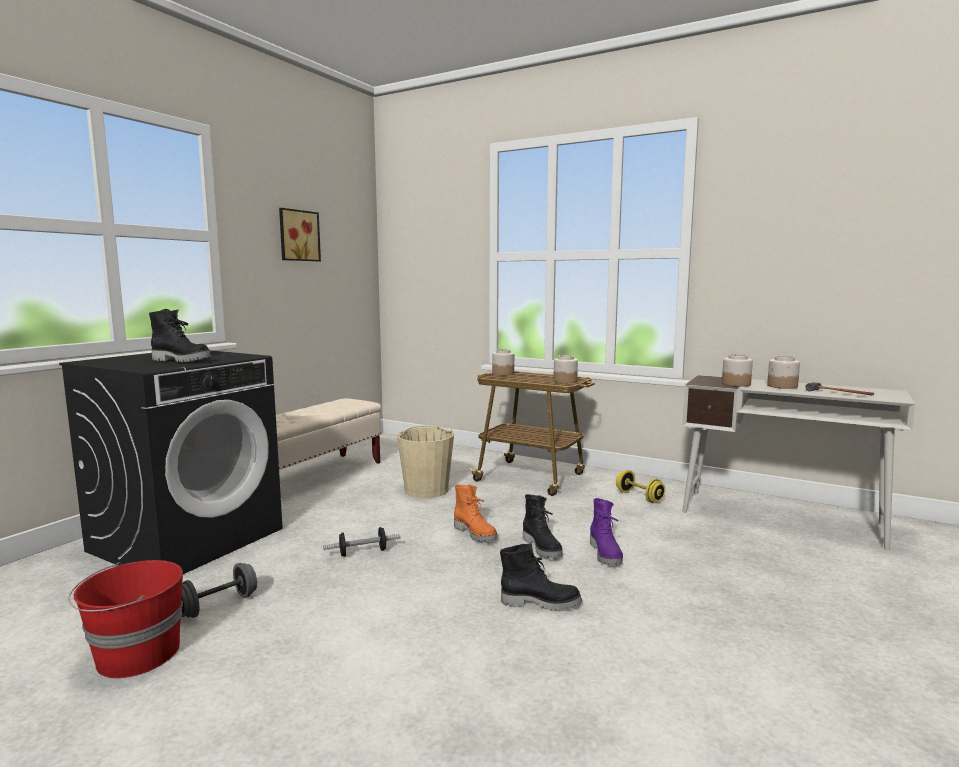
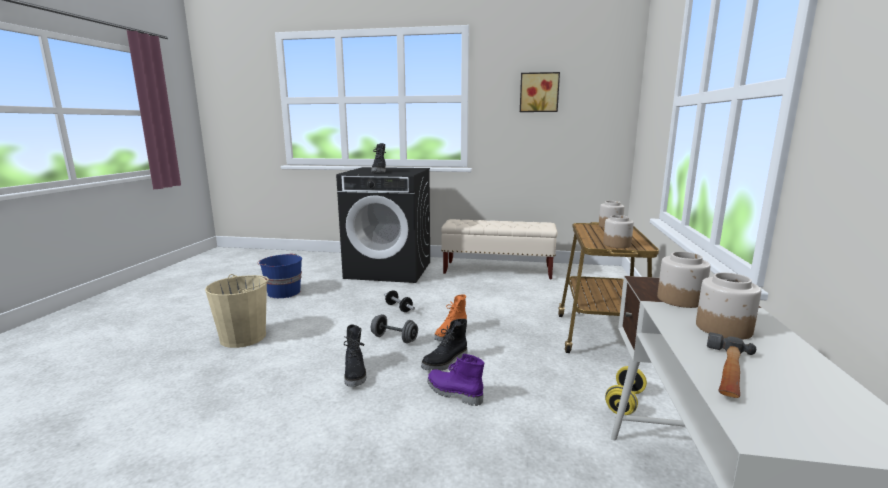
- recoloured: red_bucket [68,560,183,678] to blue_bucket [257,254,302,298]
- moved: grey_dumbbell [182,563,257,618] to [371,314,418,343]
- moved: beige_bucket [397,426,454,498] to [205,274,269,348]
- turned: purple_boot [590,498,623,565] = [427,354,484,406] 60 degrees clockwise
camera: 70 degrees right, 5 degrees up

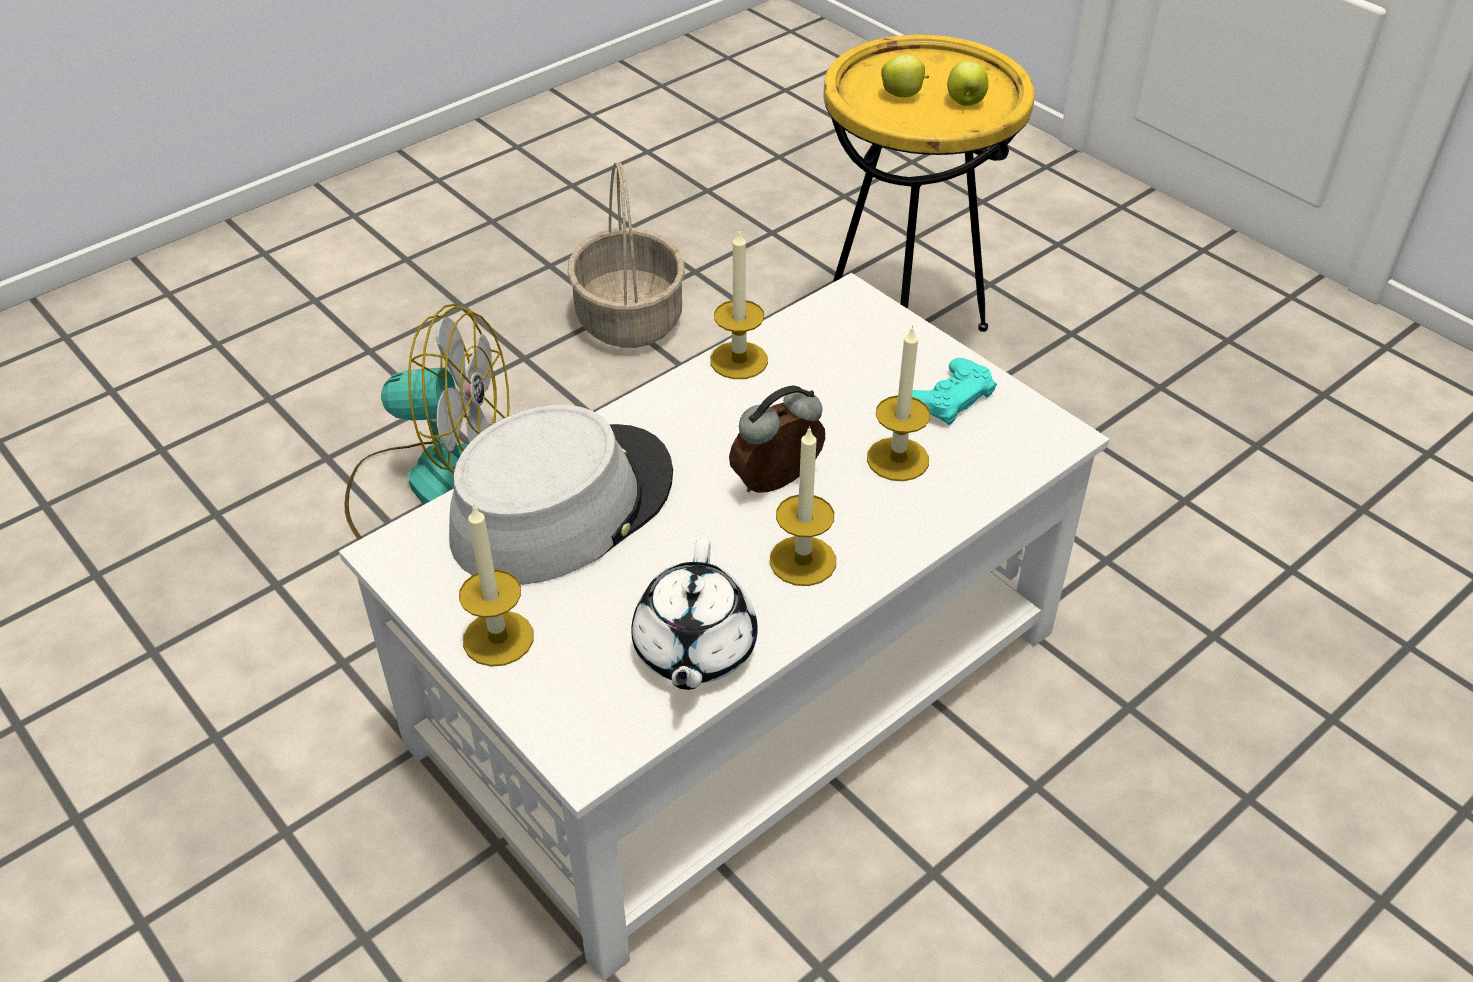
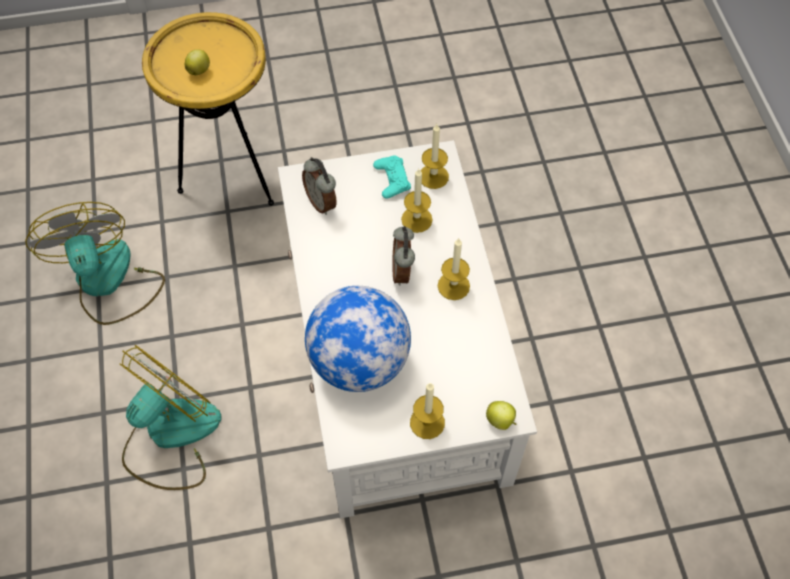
- replaced: grey_hat [449,405,673,585] to globe [305,286,411,392]
- replaced: basket [567,162,685,348] to fan [25,202,165,325]
- removed: white_teapot [631,538,758,690]
- moved: candle [710,228,768,379] to [421,124,449,189]
- moved: apple [947,62,988,106] to [486,401,516,430]
- added: alarm_clock [302,157,337,215]
camera: 60 degrees left, 15 degrees up

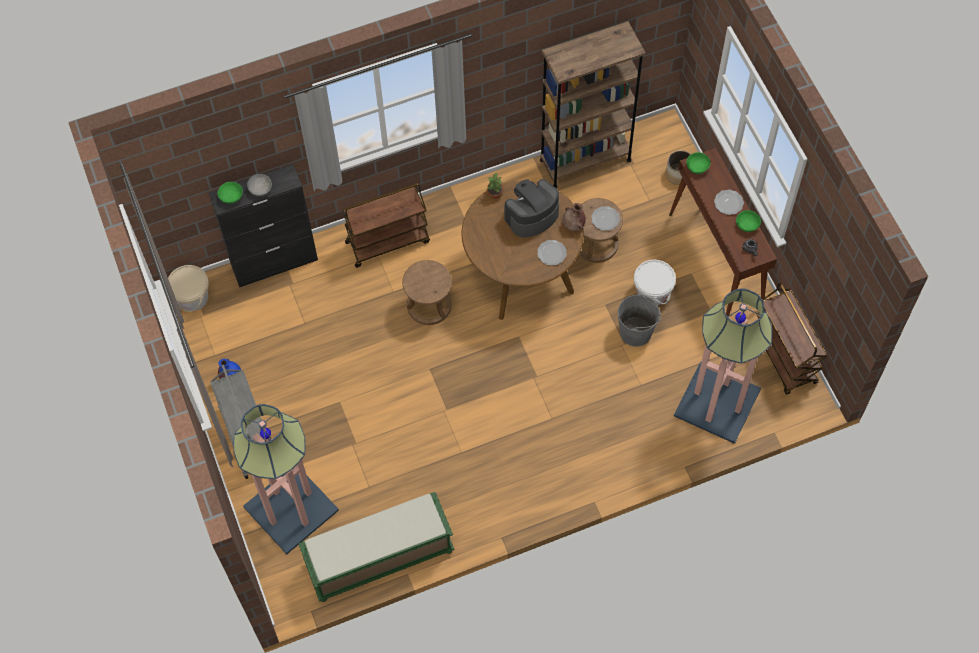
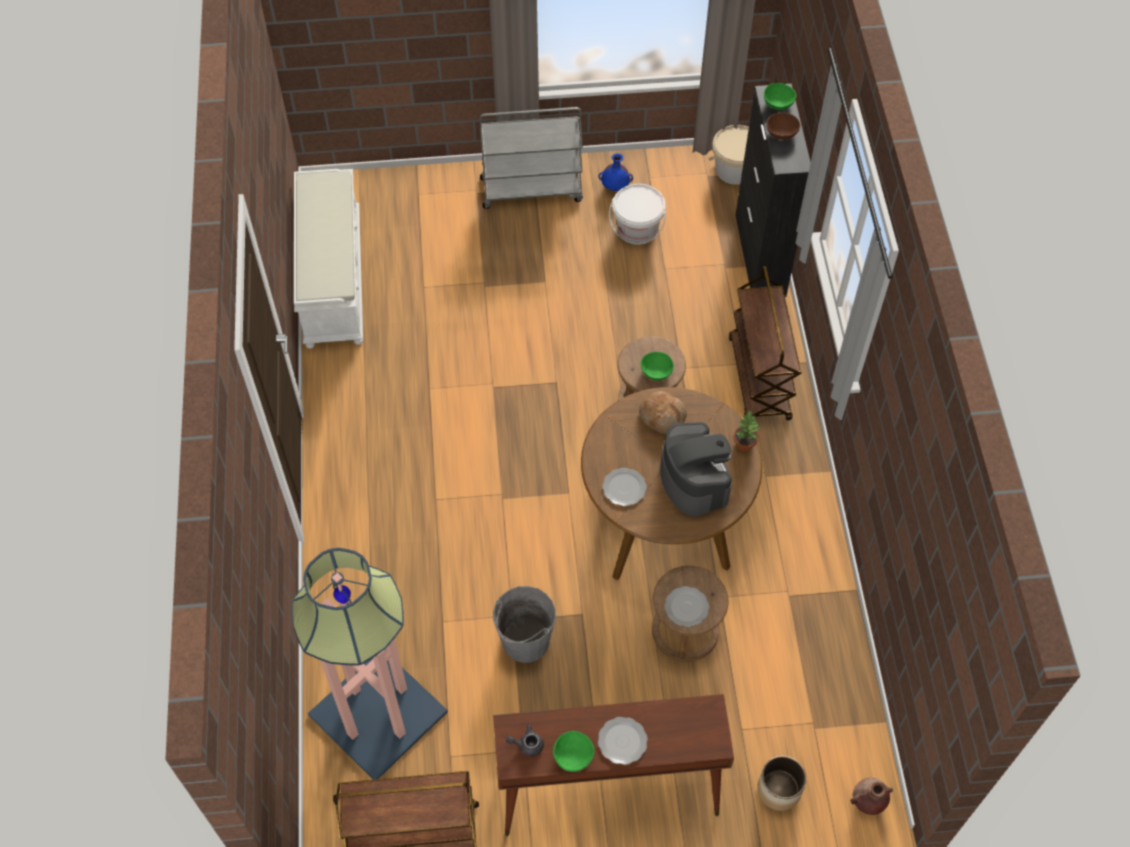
- removed: floor_lamp [233,404,339,554]
- recoloured: grey_bowl [247,174,272,196] to brown_bowl [766,112,800,140]
- recoloured: green_bench [298,492,455,602] to white_bench [294,169,363,349]
- removed: brown_bookcase [540,21,646,188]
- moved: brown_vase [562,203,586,231] to [850,777,893,815]
- moved: white_bucket [634,260,676,305] to [609,184,666,245]
- moved: green_bowl [686,152,710,174] to [641,352,674,381]
- added: bread [639,391,687,434]
camera: 105 degrees right, 5 degrees down

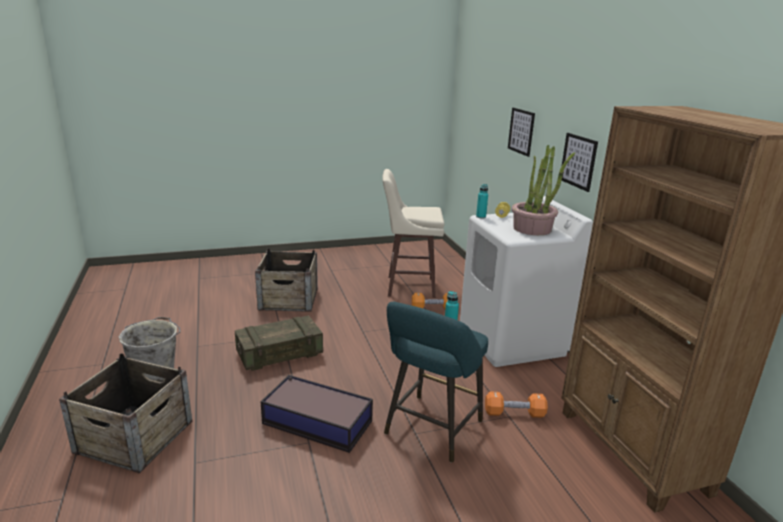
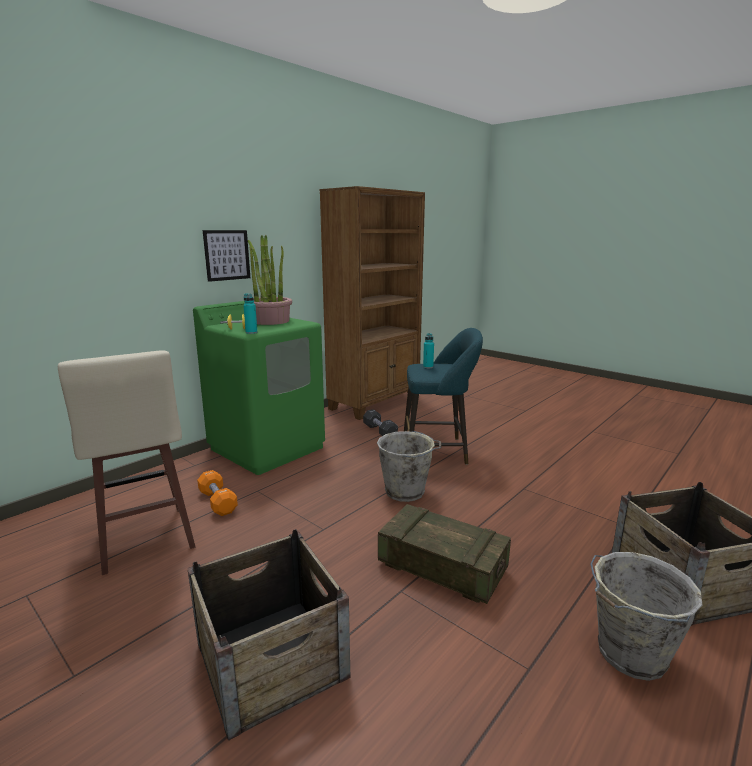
- removed: storage_box [261,375,373,453]
- recoloured: white_washing_machine [460,196,593,367] to green_washing_machine [193,301,325,475]
- recoloured: orange_dumbbell [485,392,548,418] to black_dumbbell [363,409,398,436]
- removed: picture [508,108,535,157]
- added: grey_bucket [377,431,441,502]
camera: 120 degrees left, 5 degrees down

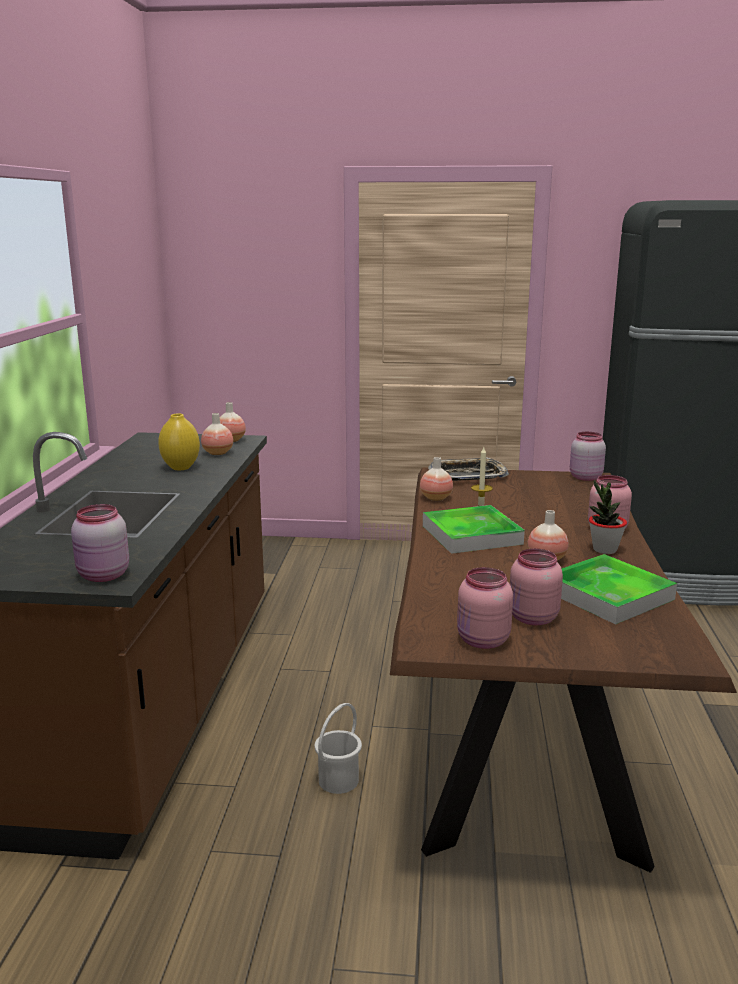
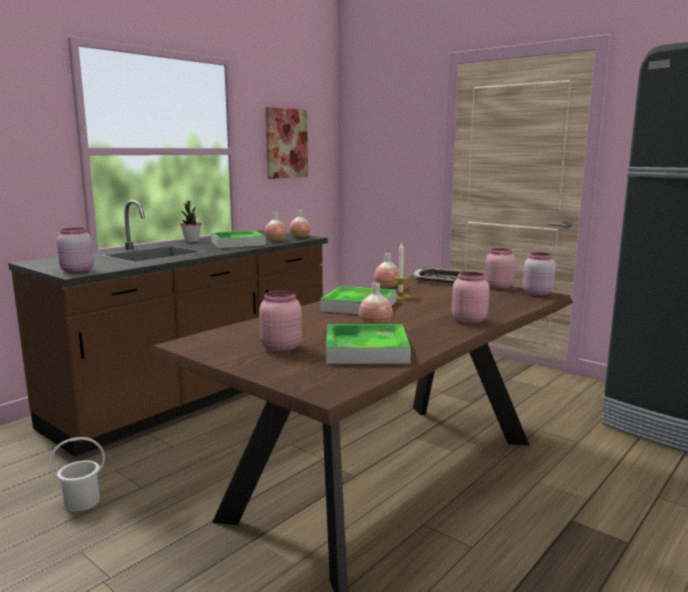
- replaced: yellow_vase [158,413,200,470] to tray [211,231,266,248]
- moved: white_bucket [315,703,362,794] to [49,437,105,512]
- moved: pink_jar [457,567,513,649] to [485,248,516,290]
- moved: potted_plant [589,480,627,554] to [180,201,202,242]
- added: picture [265,107,308,179]
camera: 35 degrees right, 5 degrees down

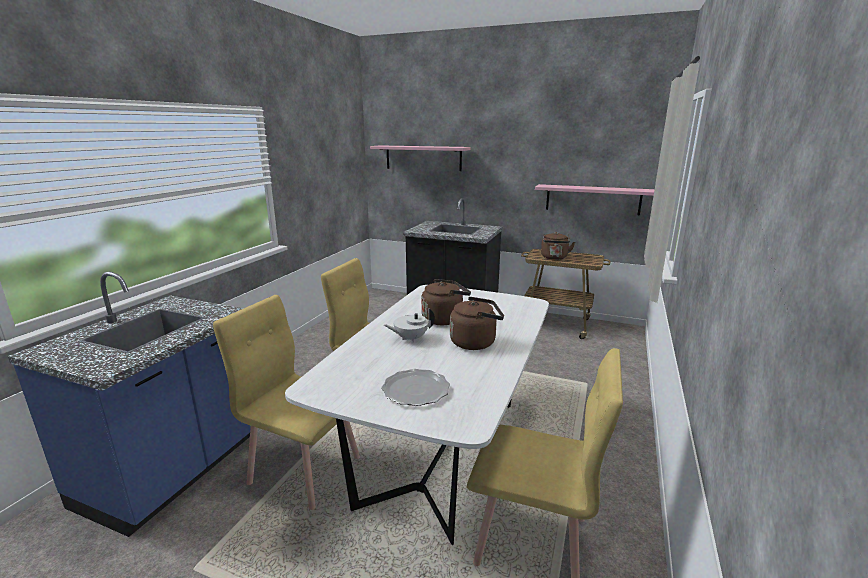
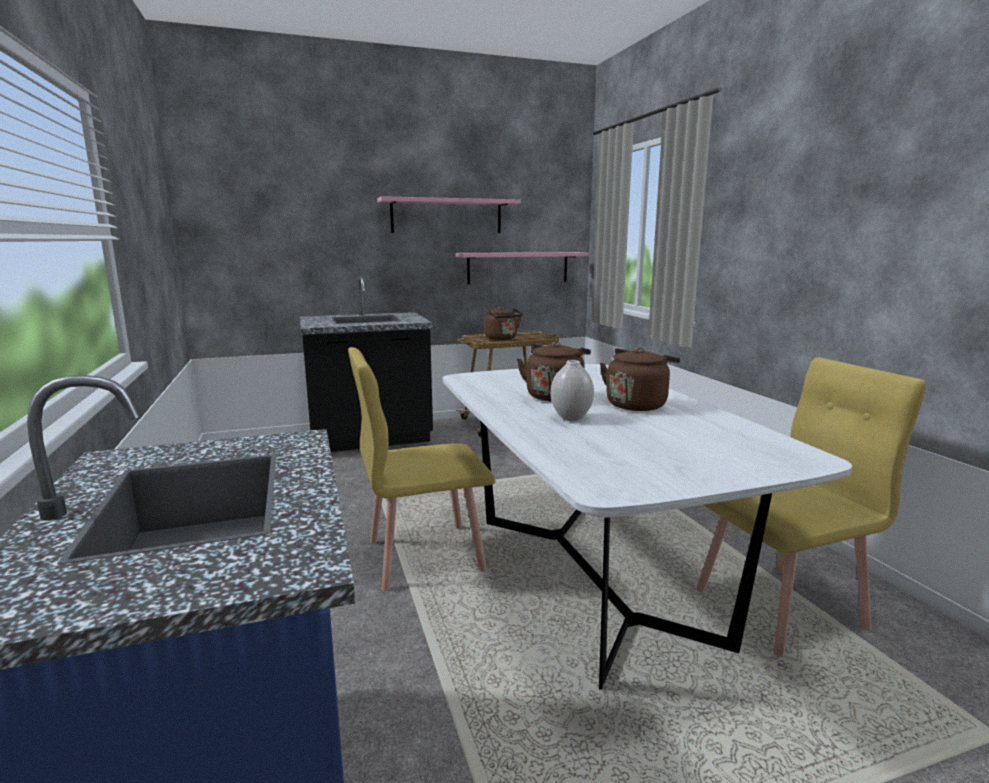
- removed: yellow_chair [213,295,360,510]
- moved: pink_shelf [370,145,470,171] to [377,196,521,233]
- removed: plate [382,369,450,406]
- replaced: white_teapot [384,309,435,342] to white_vase [551,360,594,421]
camera: 40 degrees left, 5 degrees down

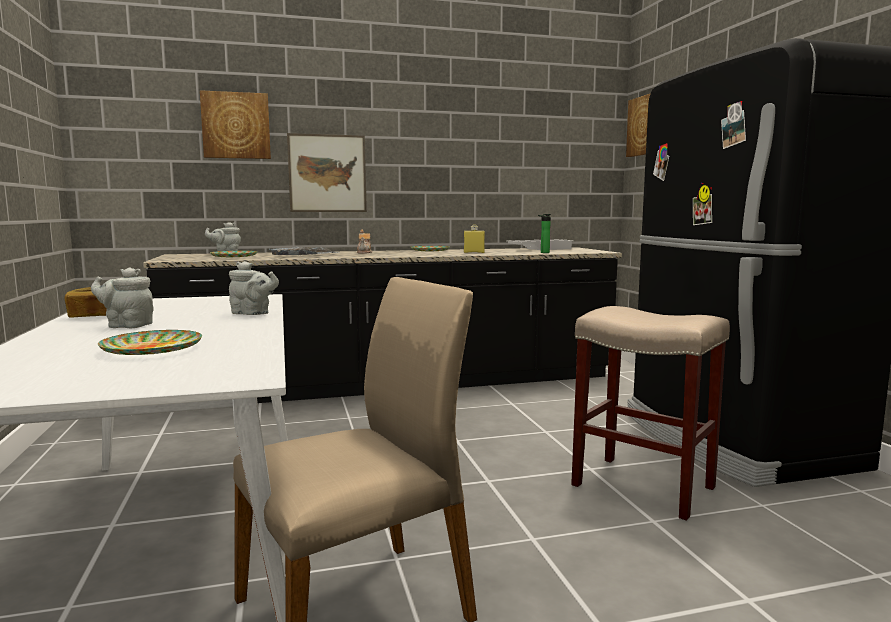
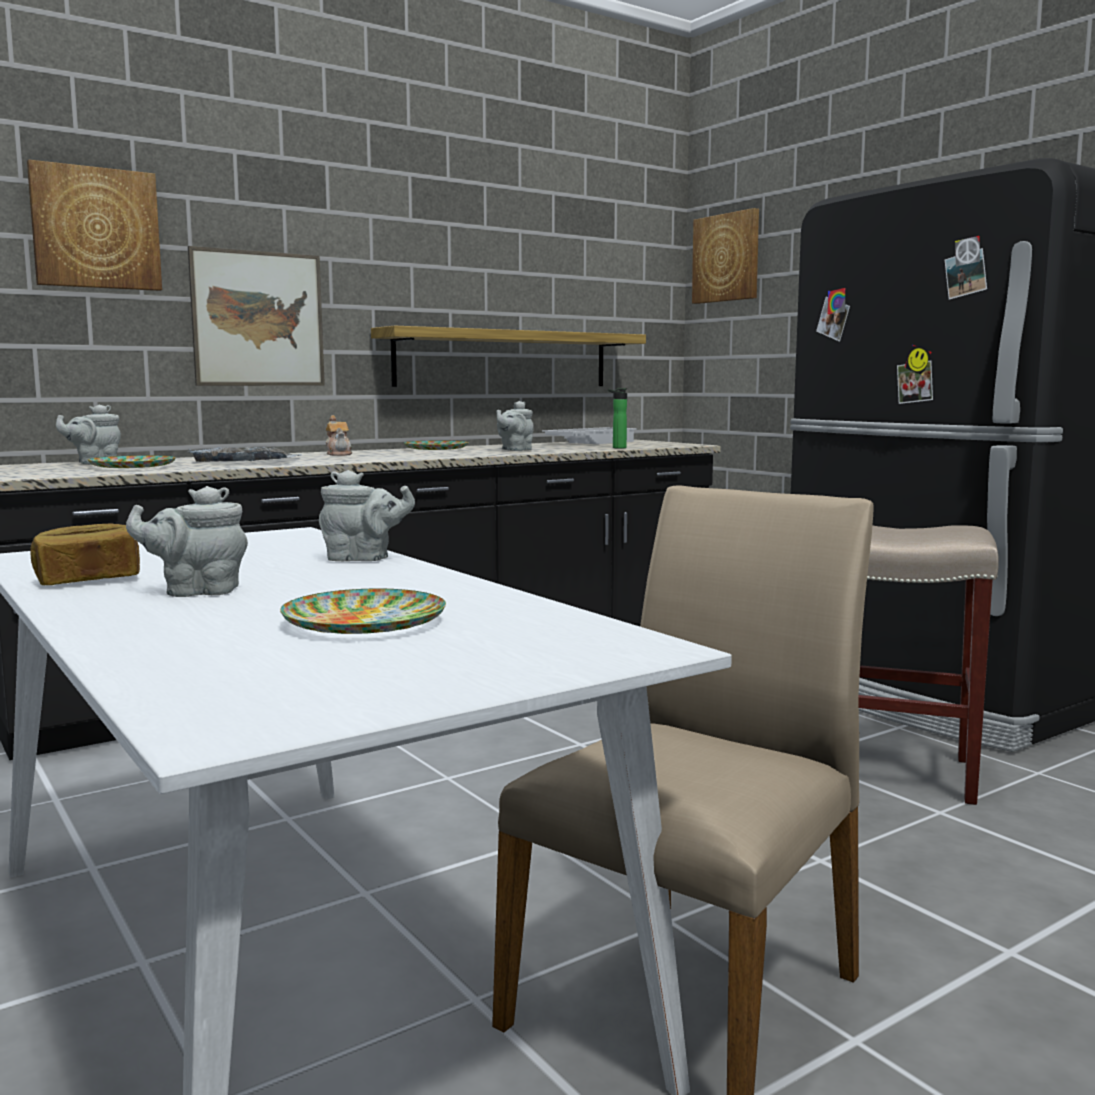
- replaced: yellow_bottle [464,225,485,253] to grey_teapot [496,401,534,451]
- added: shelf [371,326,646,387]
camera: 20 degrees left, 0 degrees up

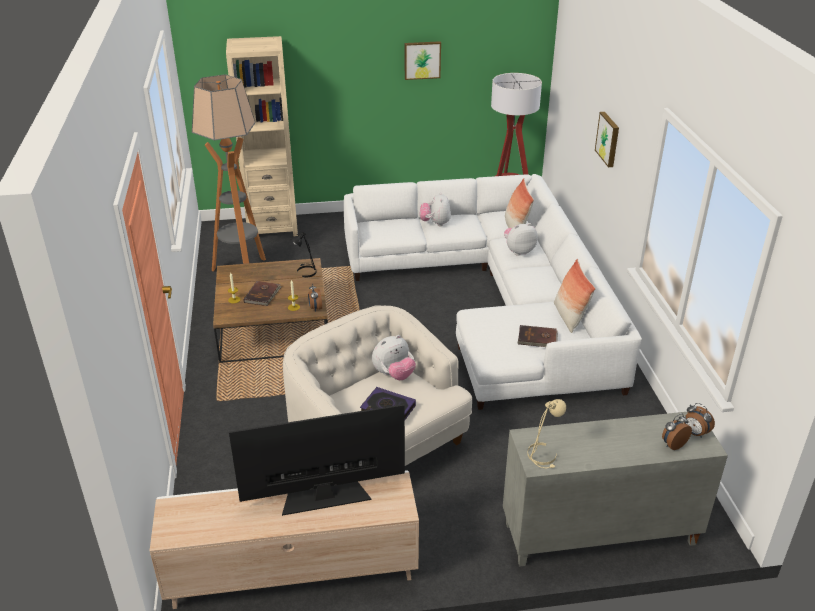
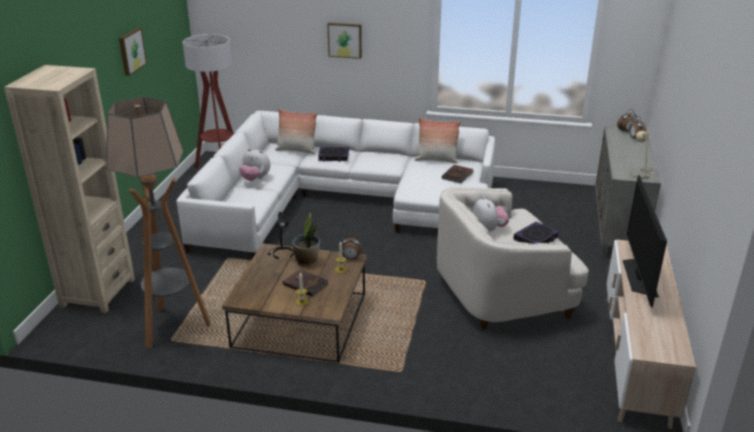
- replaced: plush_toy [504,223,538,256] to book [318,147,349,162]
- added: potted_plant [293,213,320,266]
camera: 70 degrees left, 5 degrees down

